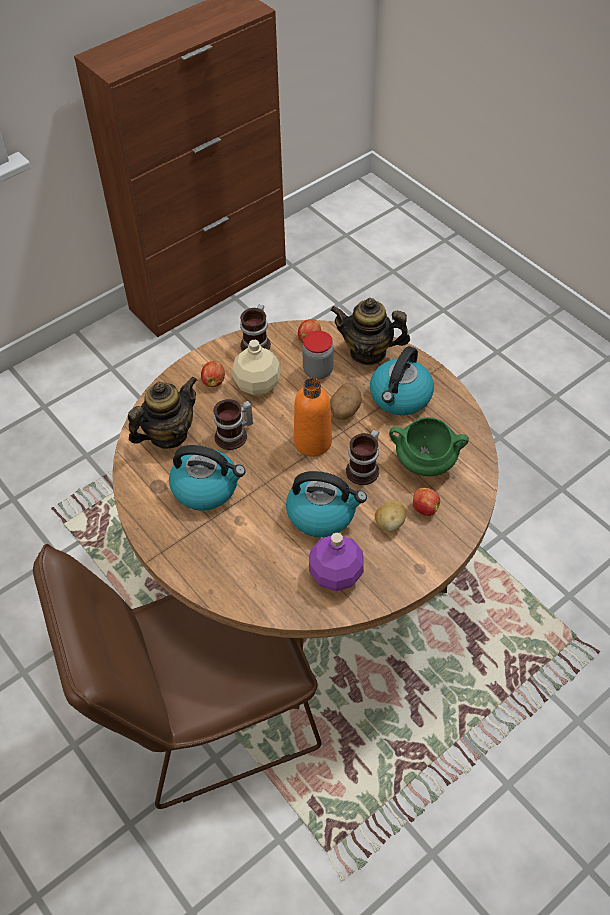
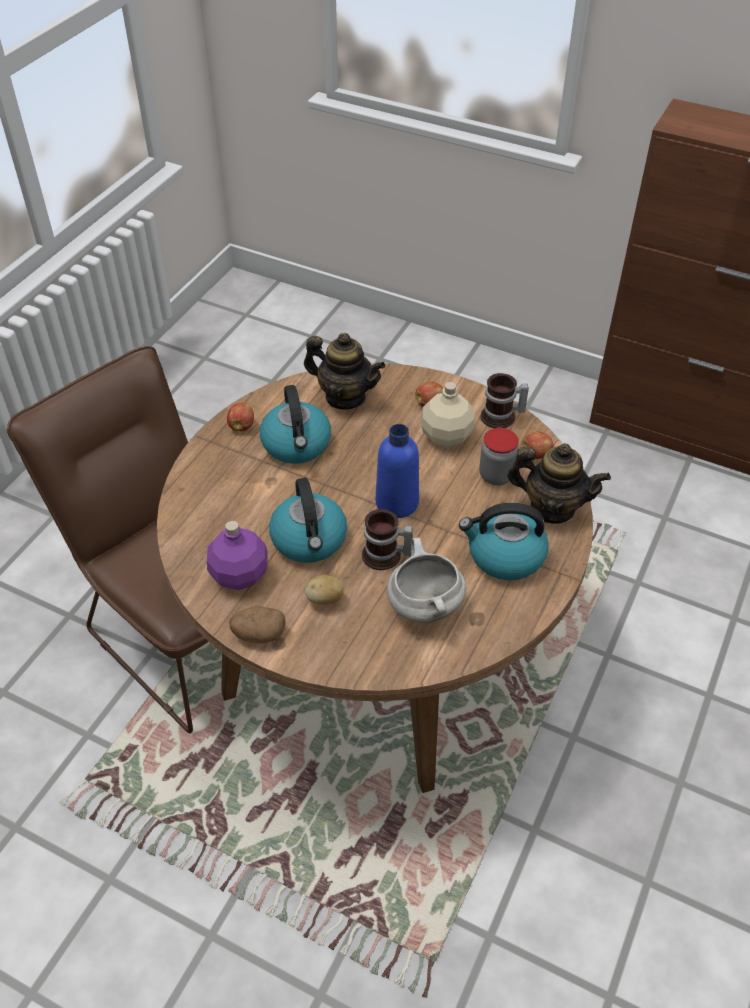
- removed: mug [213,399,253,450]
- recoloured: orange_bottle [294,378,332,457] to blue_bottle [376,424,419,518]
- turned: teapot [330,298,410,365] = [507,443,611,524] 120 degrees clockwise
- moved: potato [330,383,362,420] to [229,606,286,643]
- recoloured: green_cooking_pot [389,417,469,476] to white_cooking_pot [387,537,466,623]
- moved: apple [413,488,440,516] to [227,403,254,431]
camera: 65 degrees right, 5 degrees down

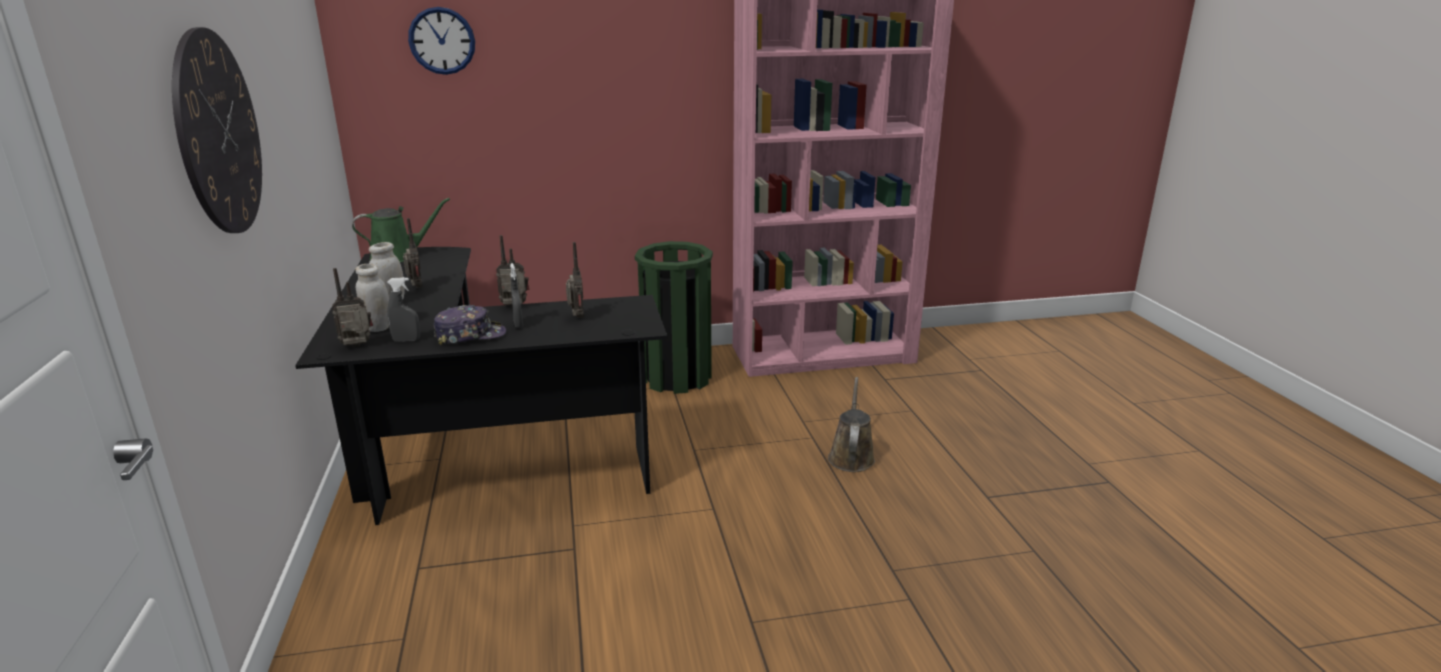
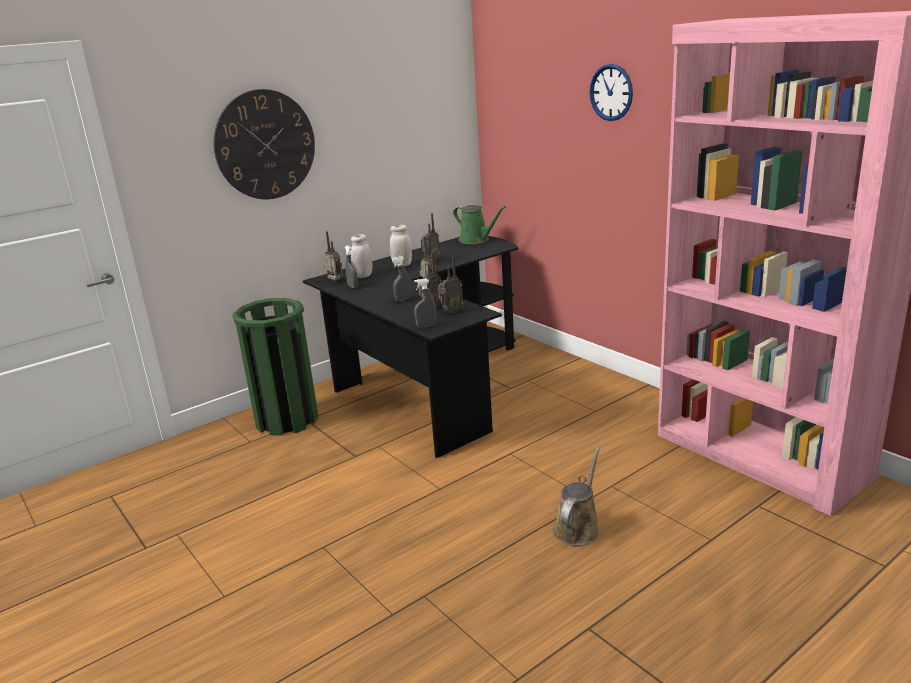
- moved: wall_clock [408,7,475,75] to [590,64,633,121]
- removed: cap [434,305,506,345]
- moved: green_trash_can [635,241,713,394] to [232,298,318,436]
- turned: brown_watering_can [828,377,875,472] = [553,447,600,546] 45 degrees counterclockwise
- added: grey_spray_bottle [414,278,436,327]
- added: radio [438,256,463,314]
camera: 65 degrees right, 0 degrees up

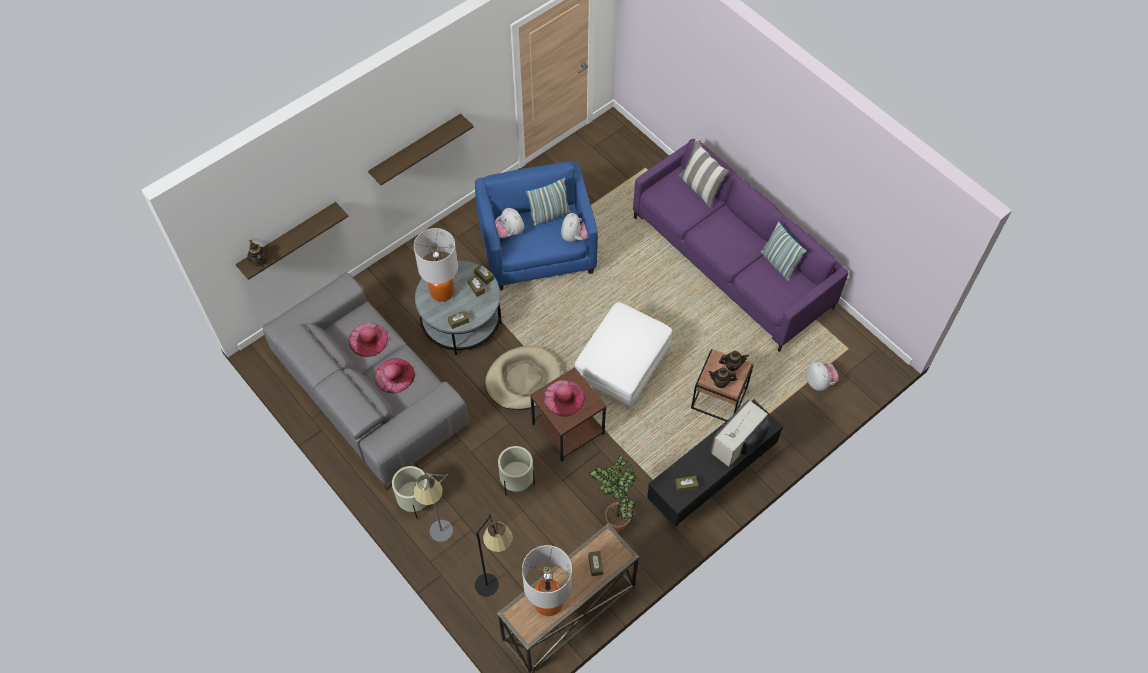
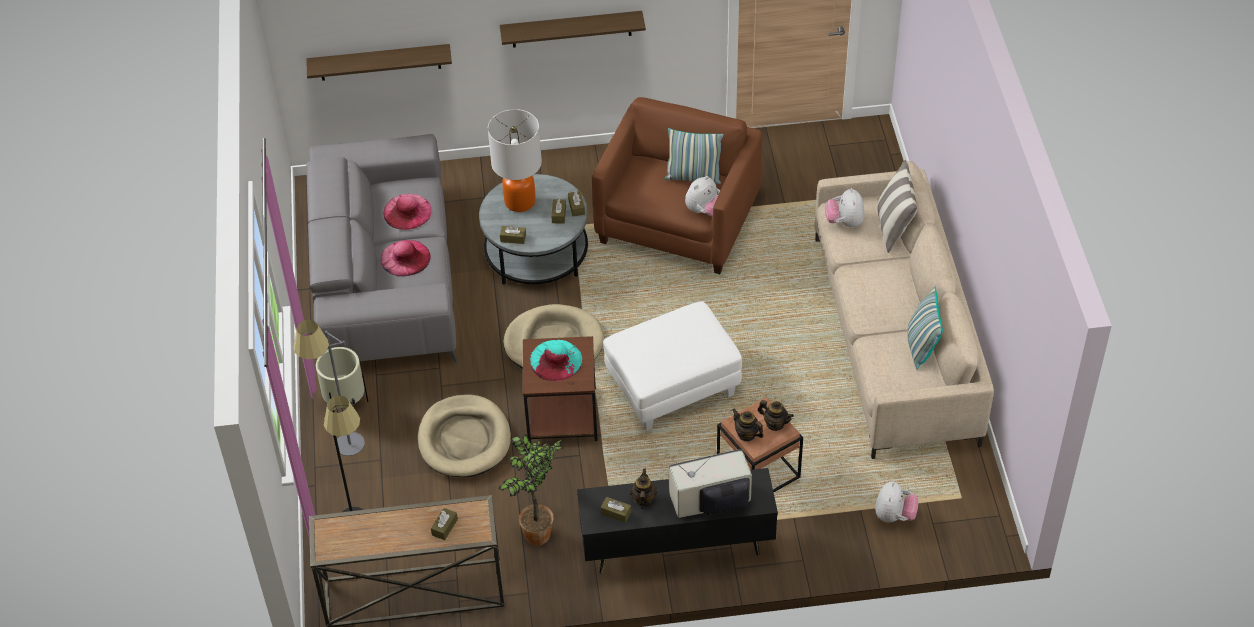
- moved: teapot [247,240,267,267] to [629,468,657,509]
- recoloured: blue_armchair [475,161,598,290] to brown_armchair [592,97,762,274]
- moved: plush_toy [495,208,524,238] to [825,188,865,228]
- replaced: beige_planter [498,446,535,496] to beige_dog_bed [418,394,511,477]
- removed: table_lamp [522,545,572,616]
- recoloured: pink_hat [544,380,585,417] to turquoise_hat [530,340,582,381]
- recoloured: purple_sofa [633,139,848,352] to beige_sofa [815,161,994,459]
camera: 35 degrees right, 10 degrees down

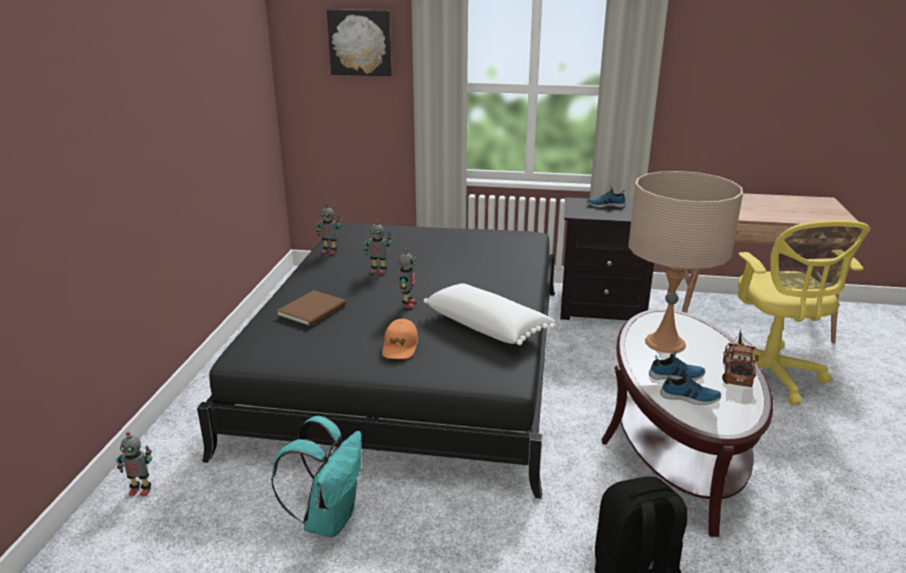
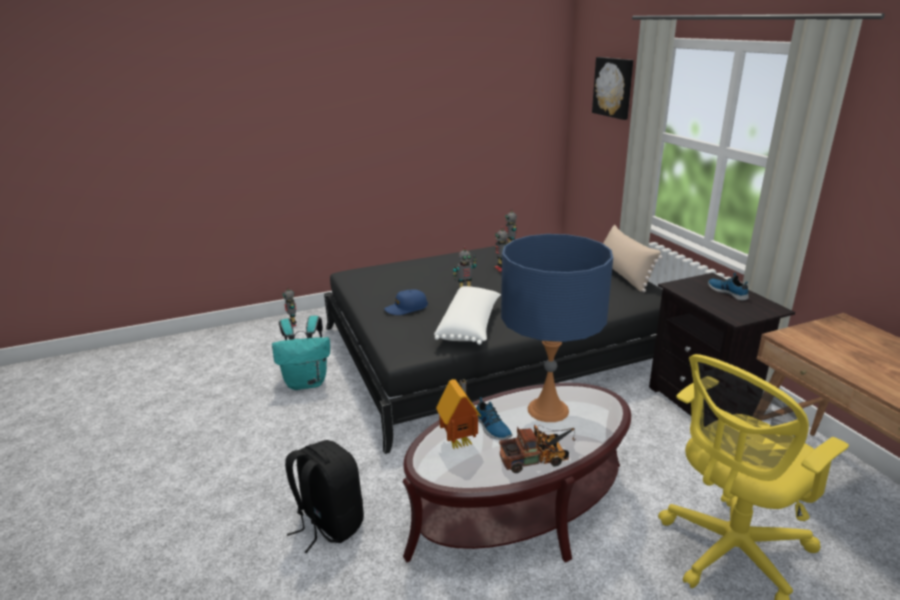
- removed: brown_book [277,290,346,326]
- recoloured: orange_cap [382,319,418,359] to blue_cap [384,289,428,315]
- recoloured: beige_table_lamp [628,171,743,353] to blue_table_lamp [501,234,613,422]
- replaced: shoe [660,371,721,405] to toy_house [436,379,481,449]
- added: beige_pillow [603,225,662,292]
camera: 60 degrees right, 0 degrees up

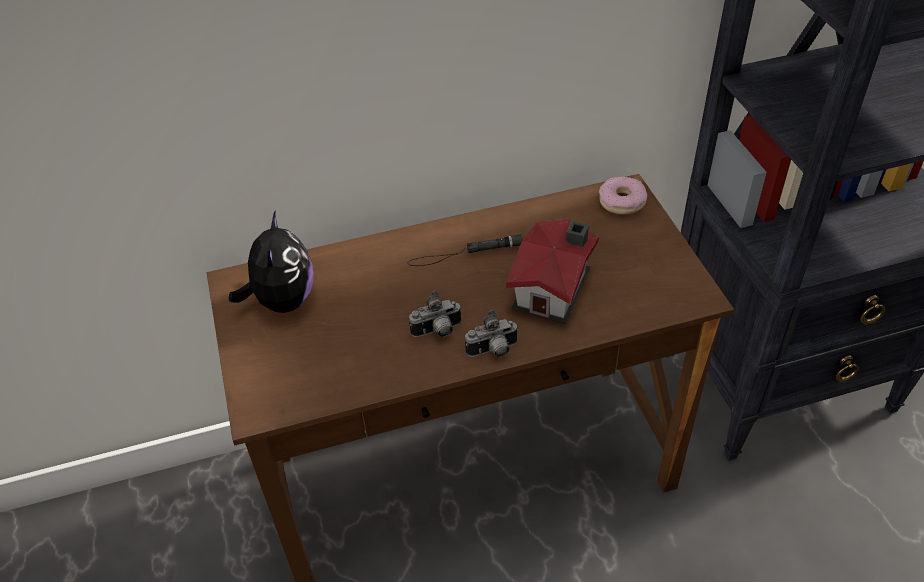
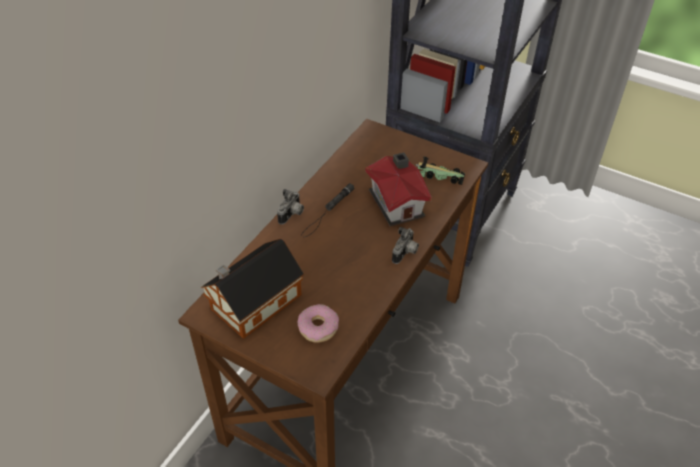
- replaced: plush_toy [229,210,313,313] to toy_house [201,239,304,339]
- moved: photo_camera [409,291,462,337] to [277,189,304,225]
- moved: donut [599,177,647,215] to [297,304,339,343]
- added: toy_car [416,156,465,185]
camera: 45 degrees left, 0 degrees up

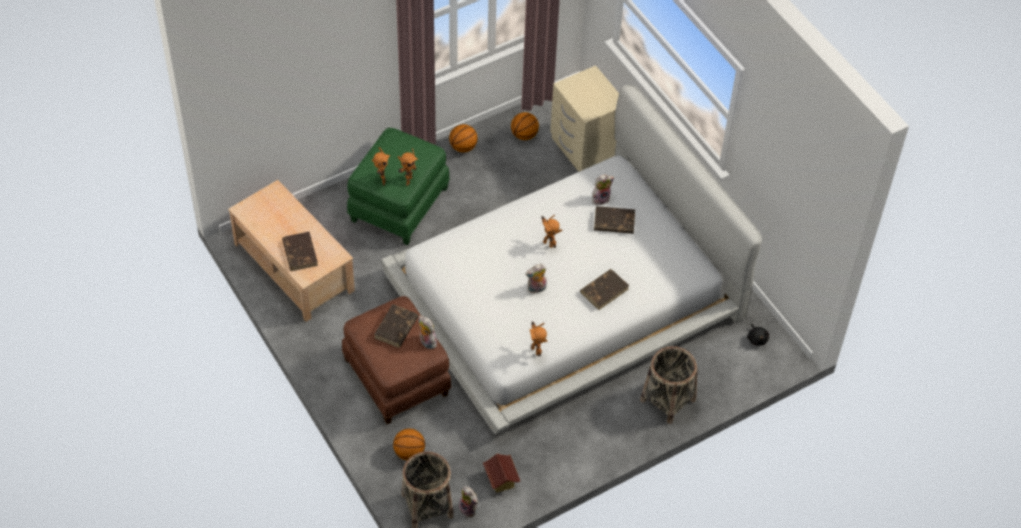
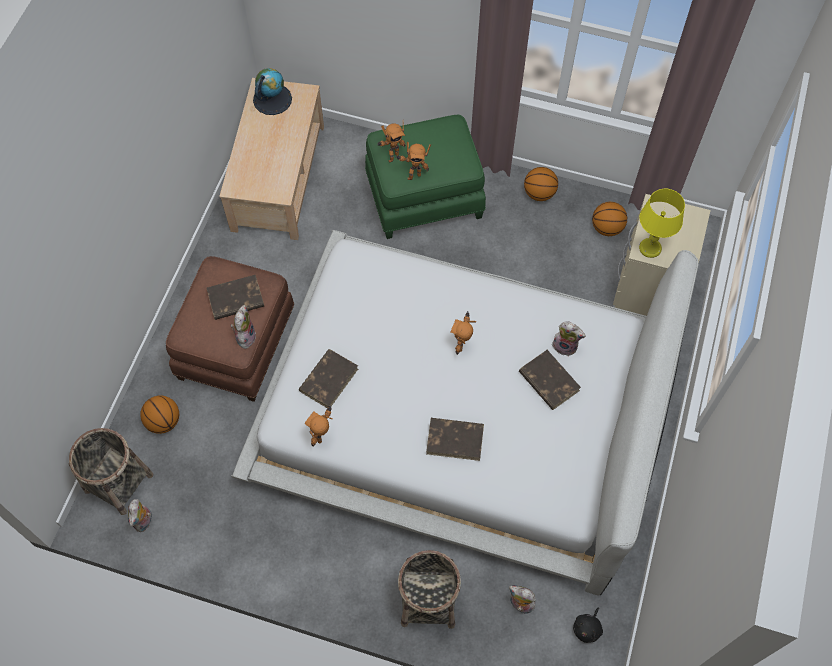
- moved: brown_book [282,232,318,271] to [299,349,358,408]
- removed: toy_house [483,453,520,493]
- moved: plush_toy [525,264,547,294] to [509,585,536,614]
- added: globe [253,68,292,115]
- added: yellow_table_lamp [639,189,685,258]
camera: 50 degrees right, 10 degrees up

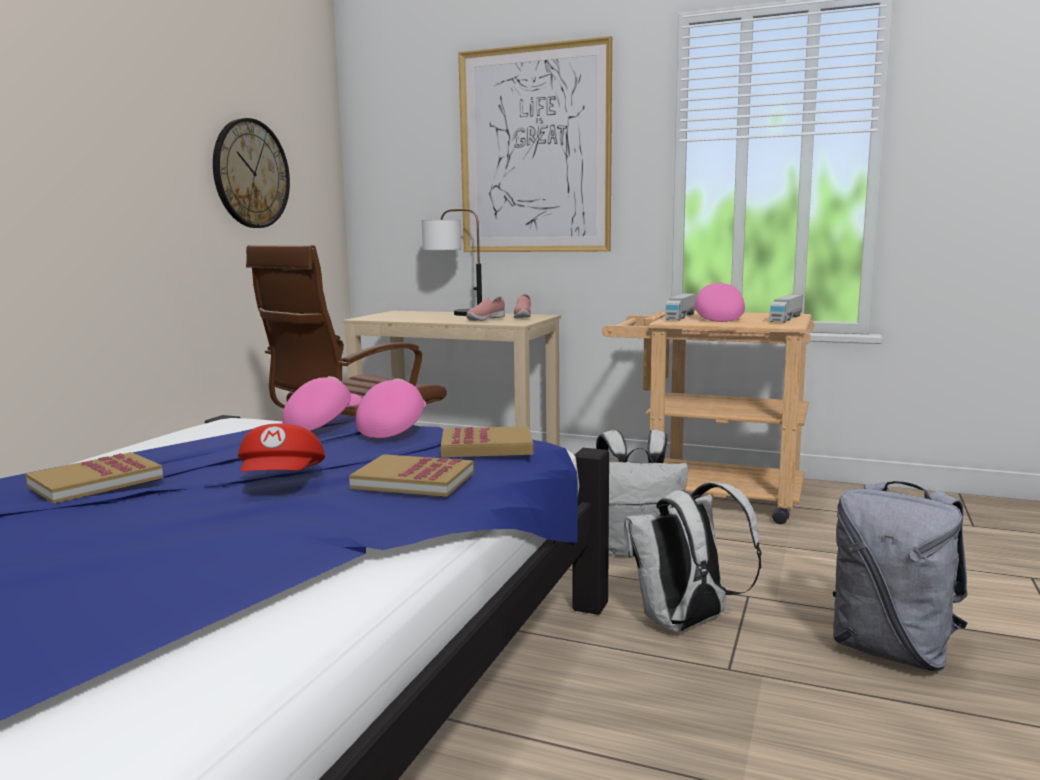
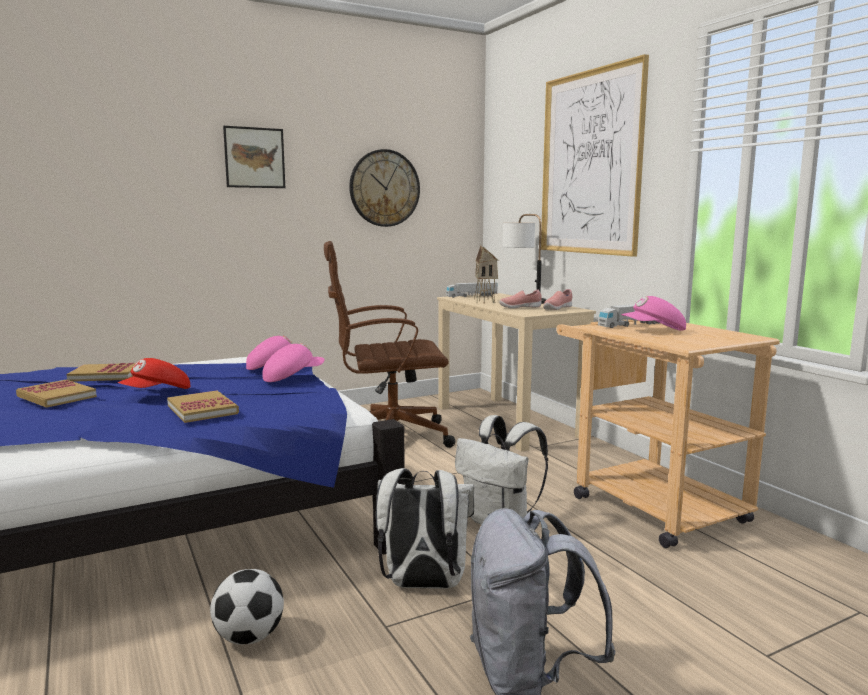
- moved: book [441,426,533,457] to [16,380,97,408]
- turned: pink_cap [695,282,745,322] = [621,296,686,331] 150 degrees counterclockwise
- moved: toy_truck [769,294,803,323] to [446,282,498,298]
- added: football [210,569,284,645]
- added: picture [223,126,285,188]
- added: toy_house [474,245,499,304]
camera: 40 degrees right, 0 degrees up

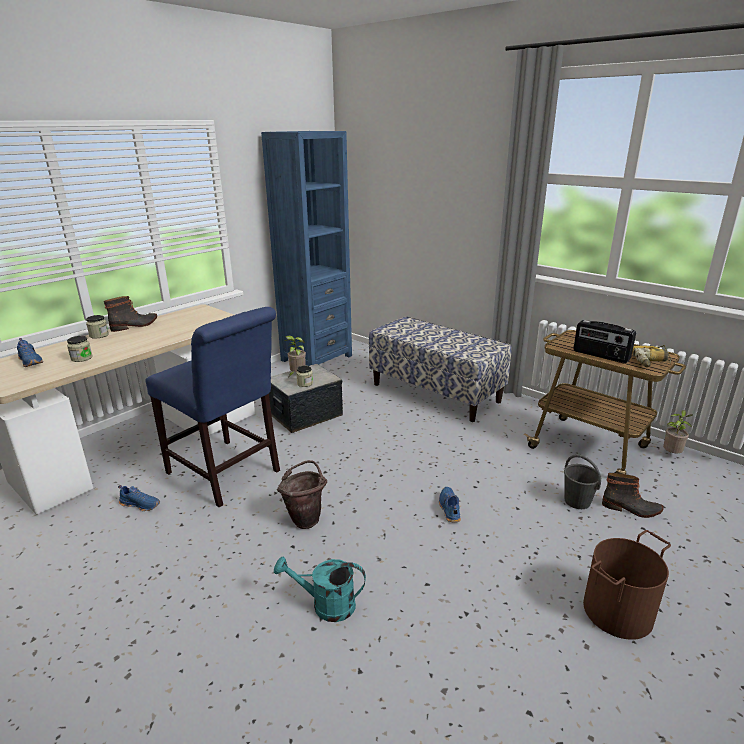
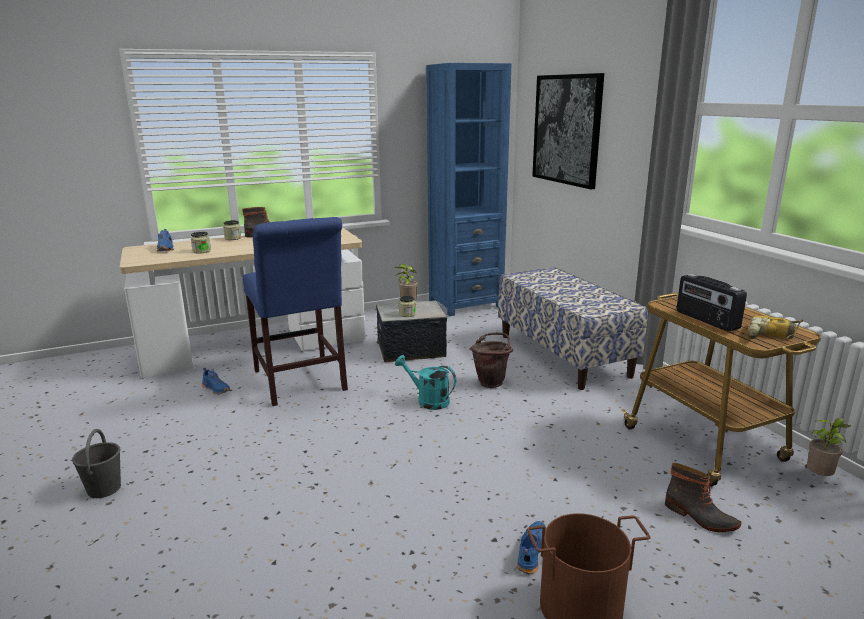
- moved: turquoise_watering_can [274,557,366,622] to [395,355,456,410]
- moved: brown_bucket [277,460,327,529] to [470,333,513,388]
- moved: blue_shoe [439,487,461,523] to [517,521,546,574]
- moved: grey_bucket [564,454,601,509] to [72,429,121,498]
- added: picture [532,73,604,189]
camera: 25 degrees right, 5 degrees down

